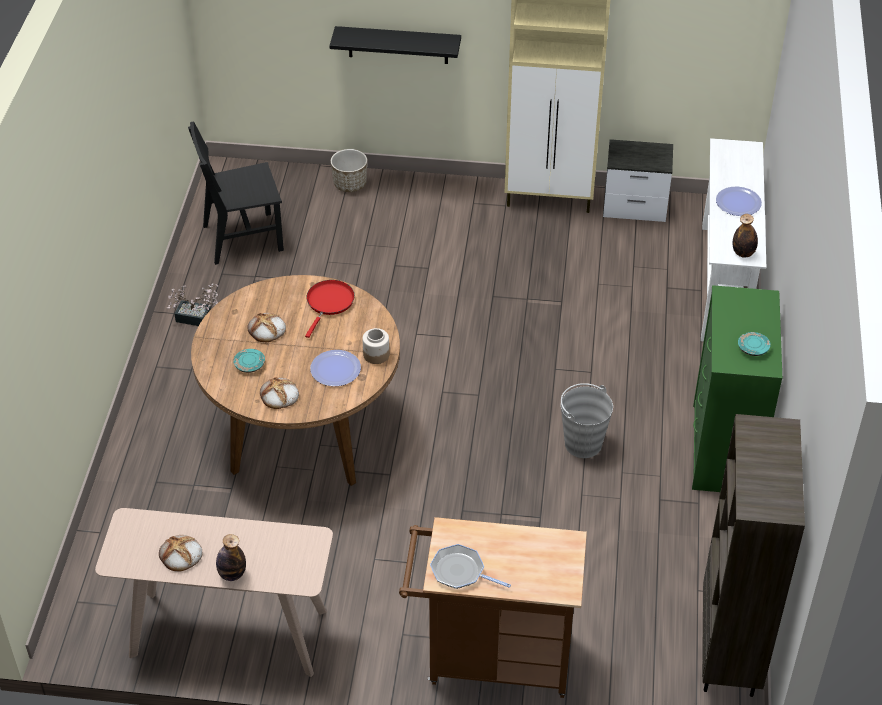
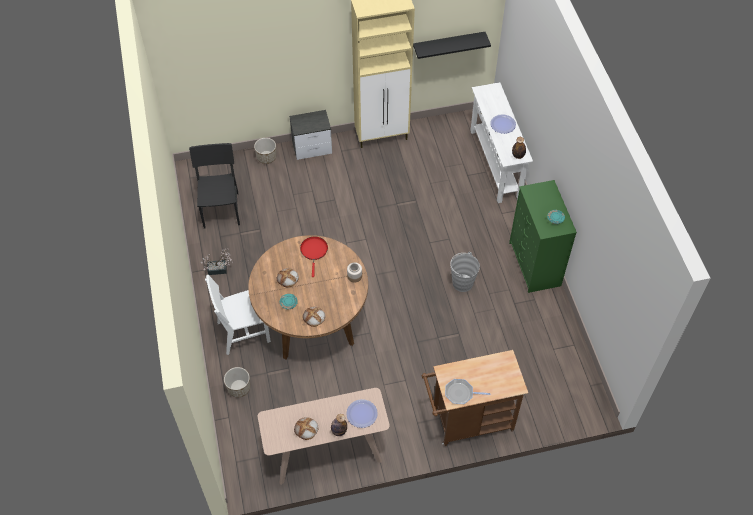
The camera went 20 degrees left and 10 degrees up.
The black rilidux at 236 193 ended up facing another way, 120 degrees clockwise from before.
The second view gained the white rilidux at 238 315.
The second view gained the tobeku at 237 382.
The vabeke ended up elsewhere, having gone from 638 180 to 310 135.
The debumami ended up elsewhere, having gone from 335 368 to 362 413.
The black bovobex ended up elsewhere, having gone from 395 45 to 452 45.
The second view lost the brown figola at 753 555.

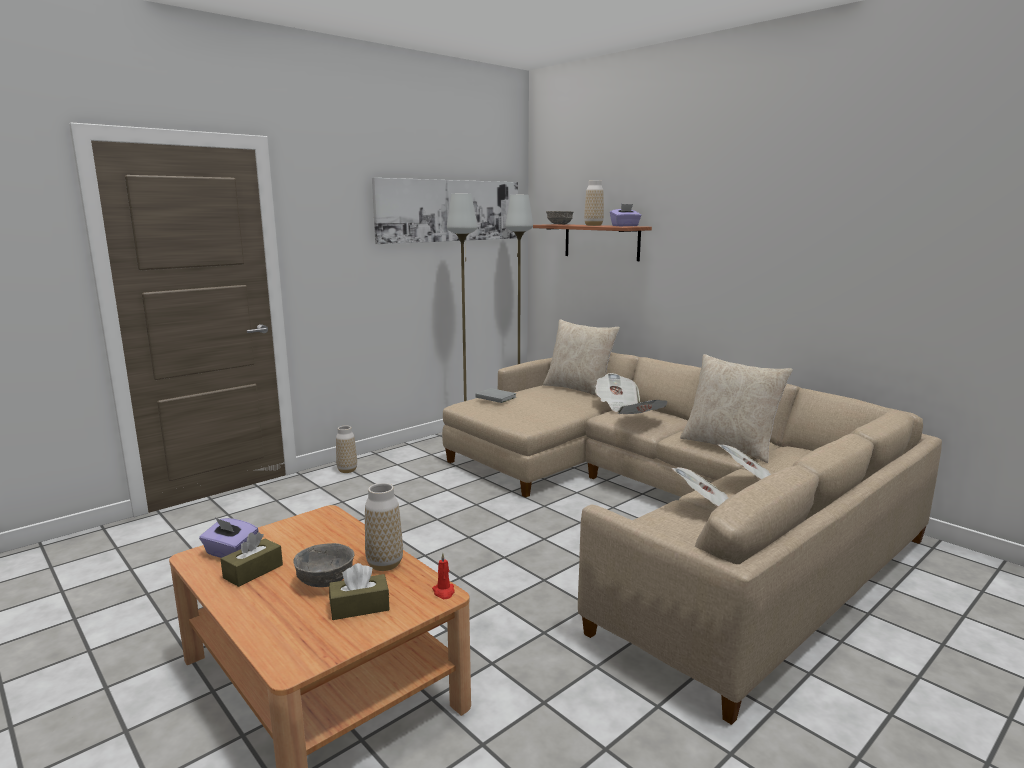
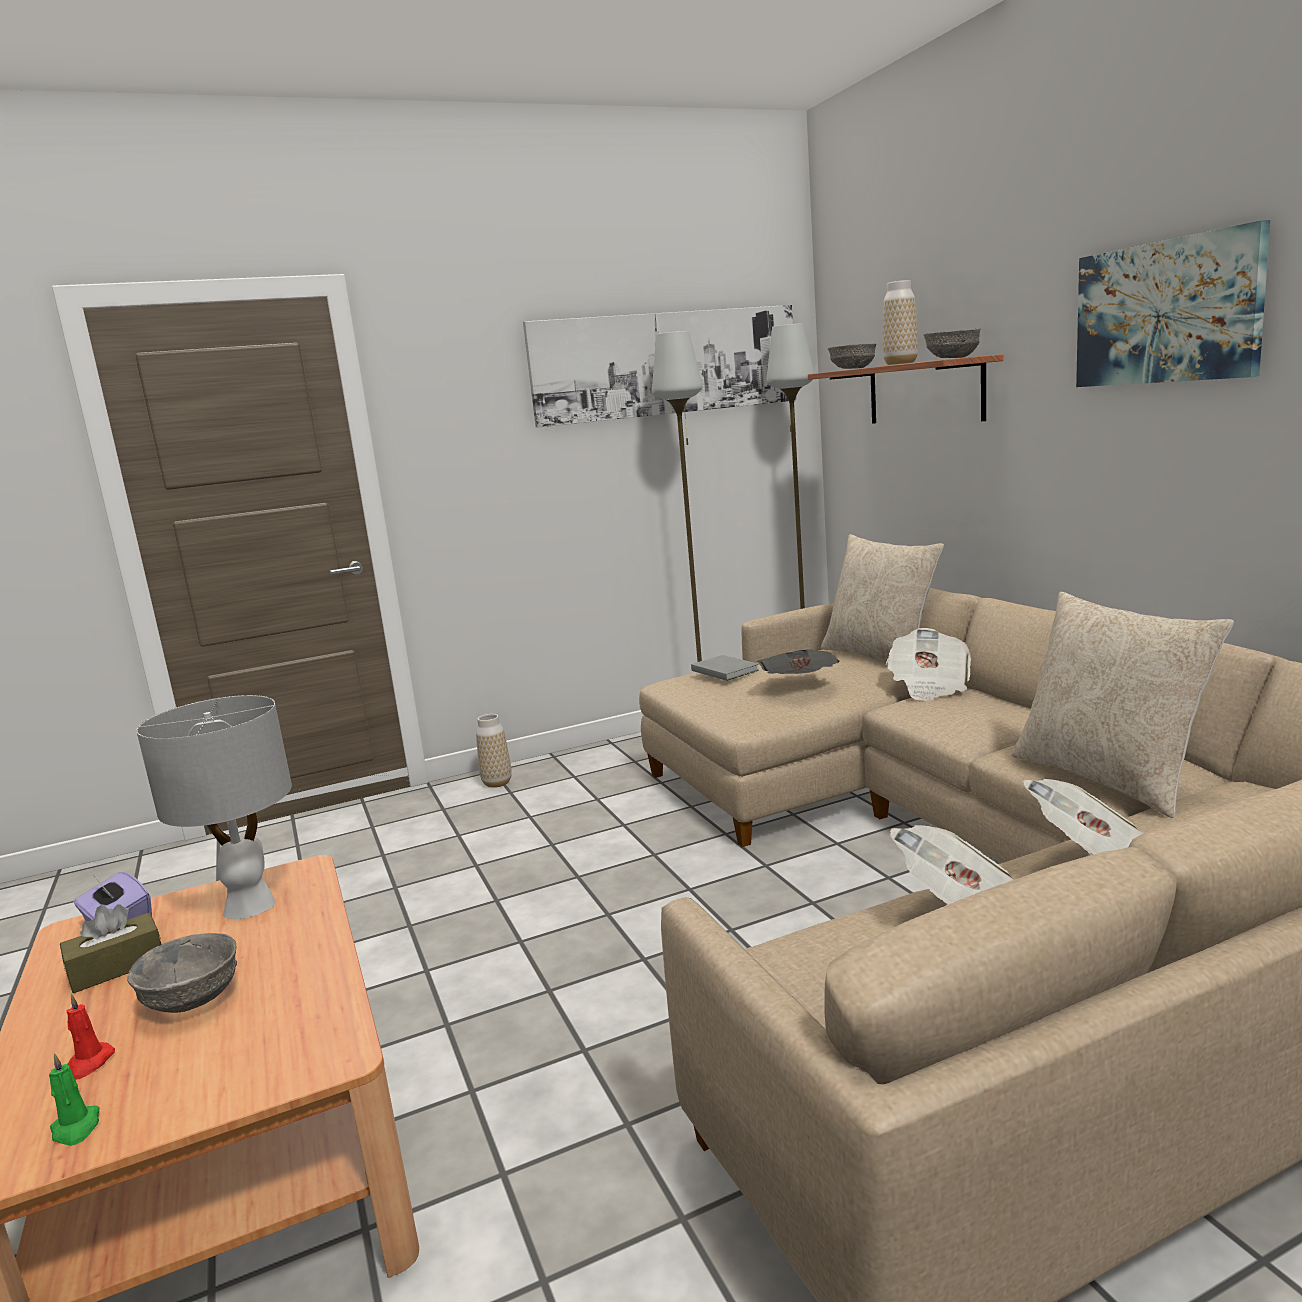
The camera went 20 degrees right and 0 degrees up.
The second view gained the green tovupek at 74 1099.
The red tovupek ended up elsewhere, having gone from 443 576 to 91 1037.
The second view gained the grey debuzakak at 214 807.
The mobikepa ended up elsewhere, having gone from 642 407 to 798 662.
Where the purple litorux stood at 626 215, the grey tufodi came to stand at 952 343.
The second view gained the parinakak at 1173 303.
The second view lost the brown litorux at 359 591.
The second view lost the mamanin at 384 527.

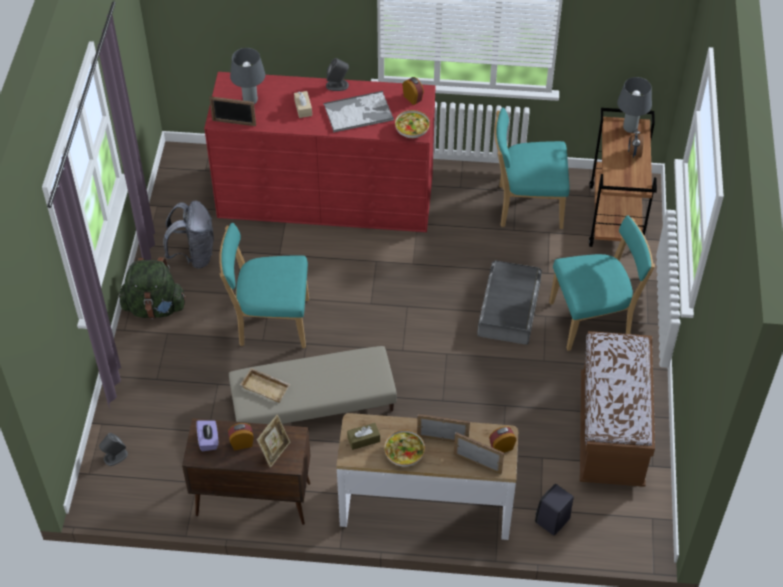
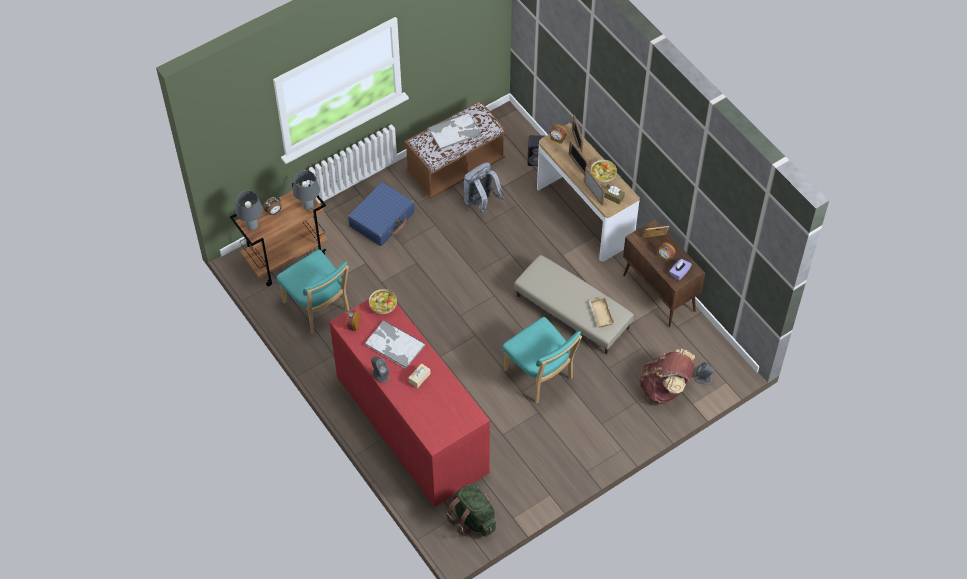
The camera went 130 degrees left and 5 degrees up.
The grey debuzakak ended up elsewhere, having gone from 247 76 to 306 190.
Where the turquoise rilidux stood at 602 283, the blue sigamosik came to stand at 381 214.
The second view gained the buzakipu at 455 131.
The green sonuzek ended up elsewhere, having gone from 152 288 to 471 510.
The grey sonuzek ended up elsewhere, having gone from 188 235 to 484 188.
The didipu ended up elsewhere, having gone from 232 111 to 594 186.
The second view gained the brown sonuzek at 667 376.
The second view lost the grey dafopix at 509 303.

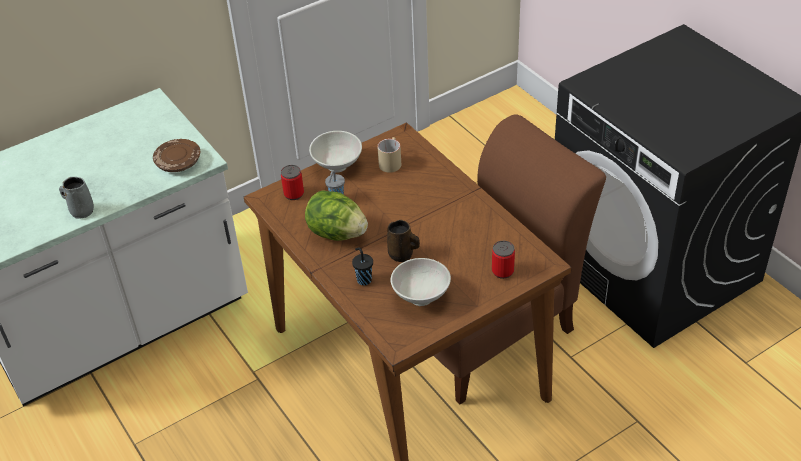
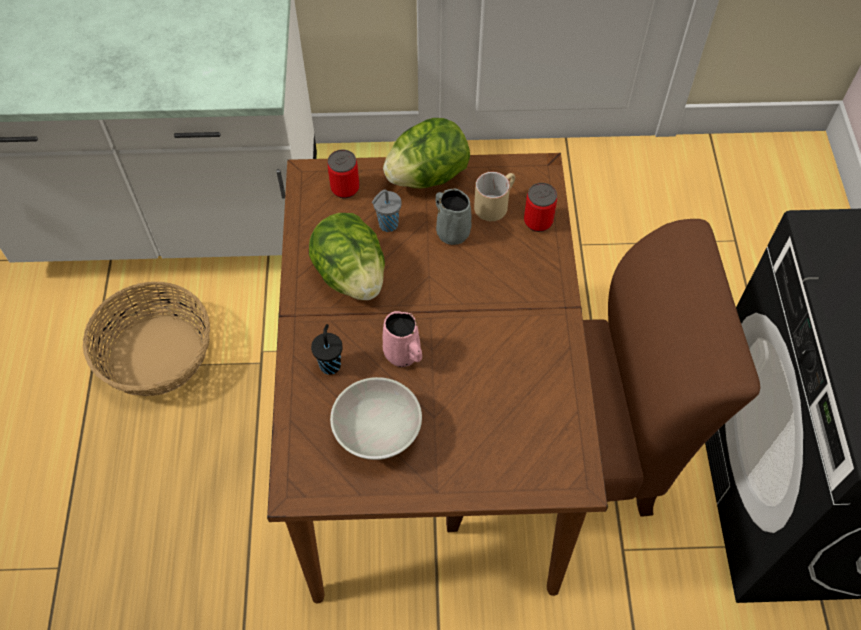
The camera went 30 degrees right and 15 degrees up.
The second view gained the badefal at 146 339.
Where the white tufodi stood at 335 152, the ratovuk came to stand at 426 153.
What was the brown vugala at 403 241 turned into the pink vugala at 402 339.
The grey vugala ended up elsewhere, having gone from 76 198 to 453 216.
The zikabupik ended up elsewhere, having gone from 503 260 to 540 207.
The second view lost the brown debumami at 177 155.

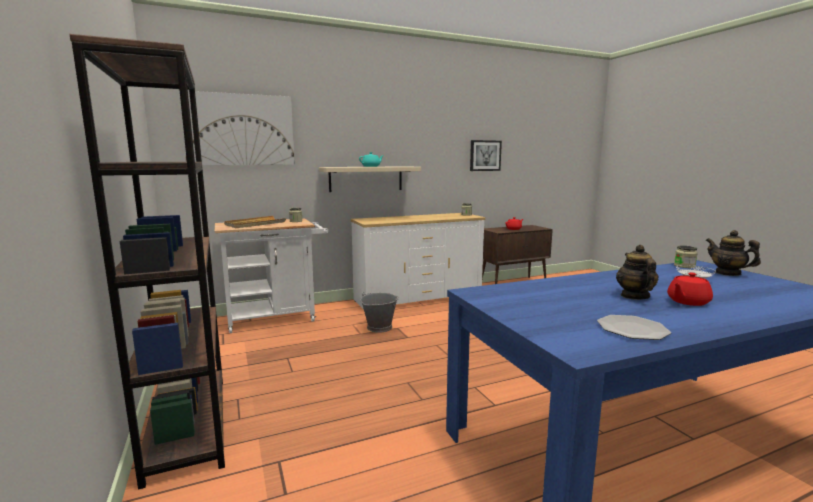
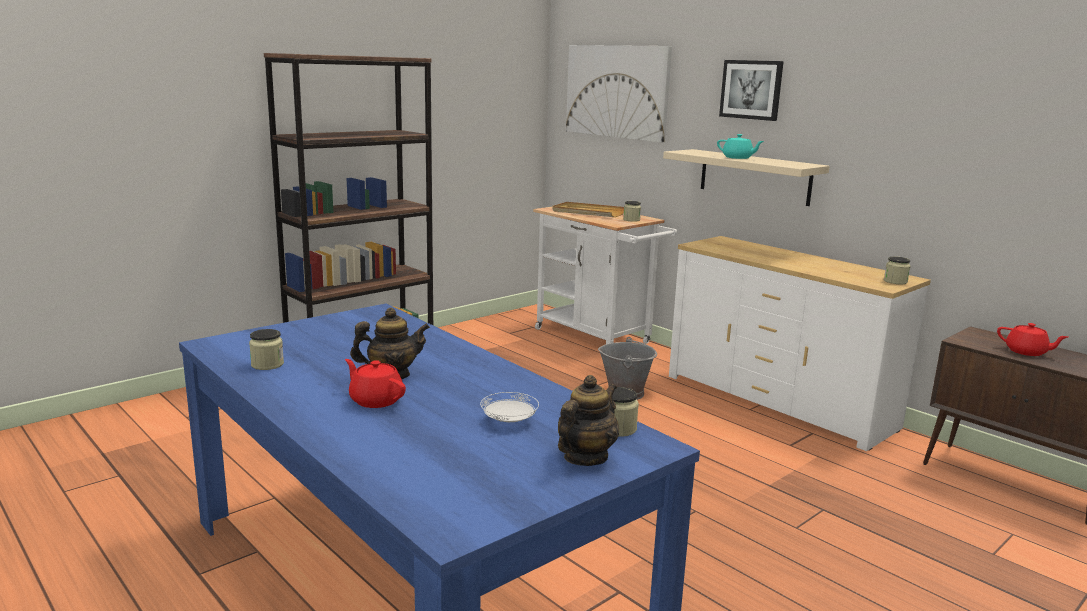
The camera went 70 degrees right and 5 degrees up.
Where the debumami stood at 634 327, the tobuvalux came to stand at 266 349.
The parinakak ended up elsewhere, having gone from 486 155 to 751 90.

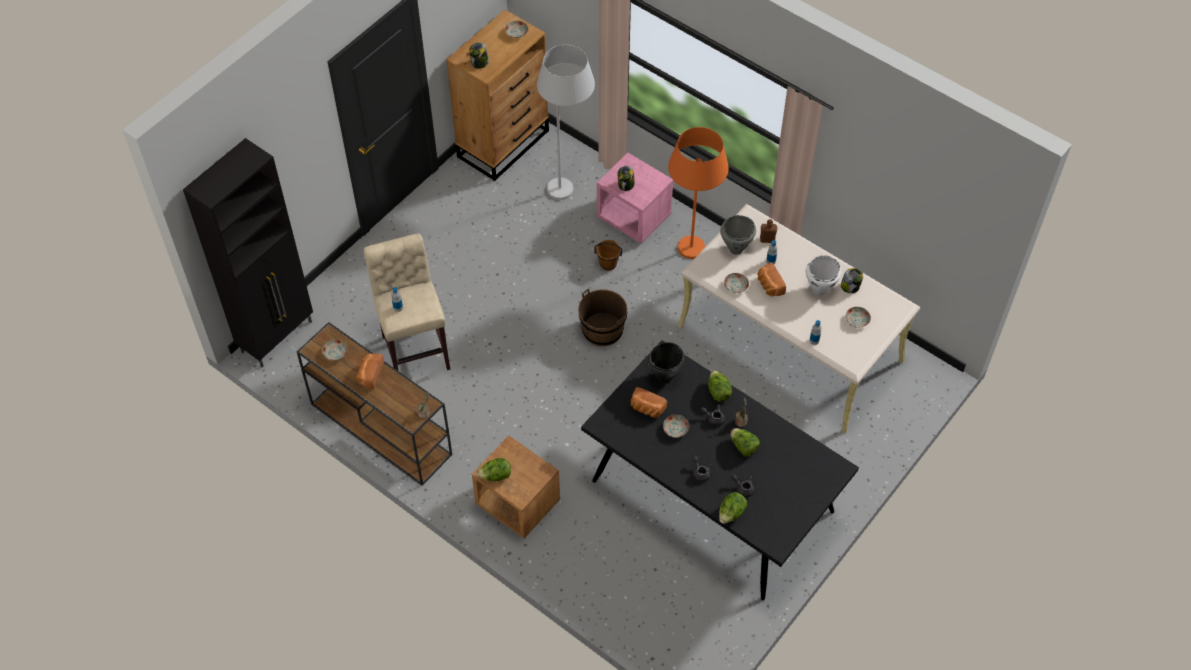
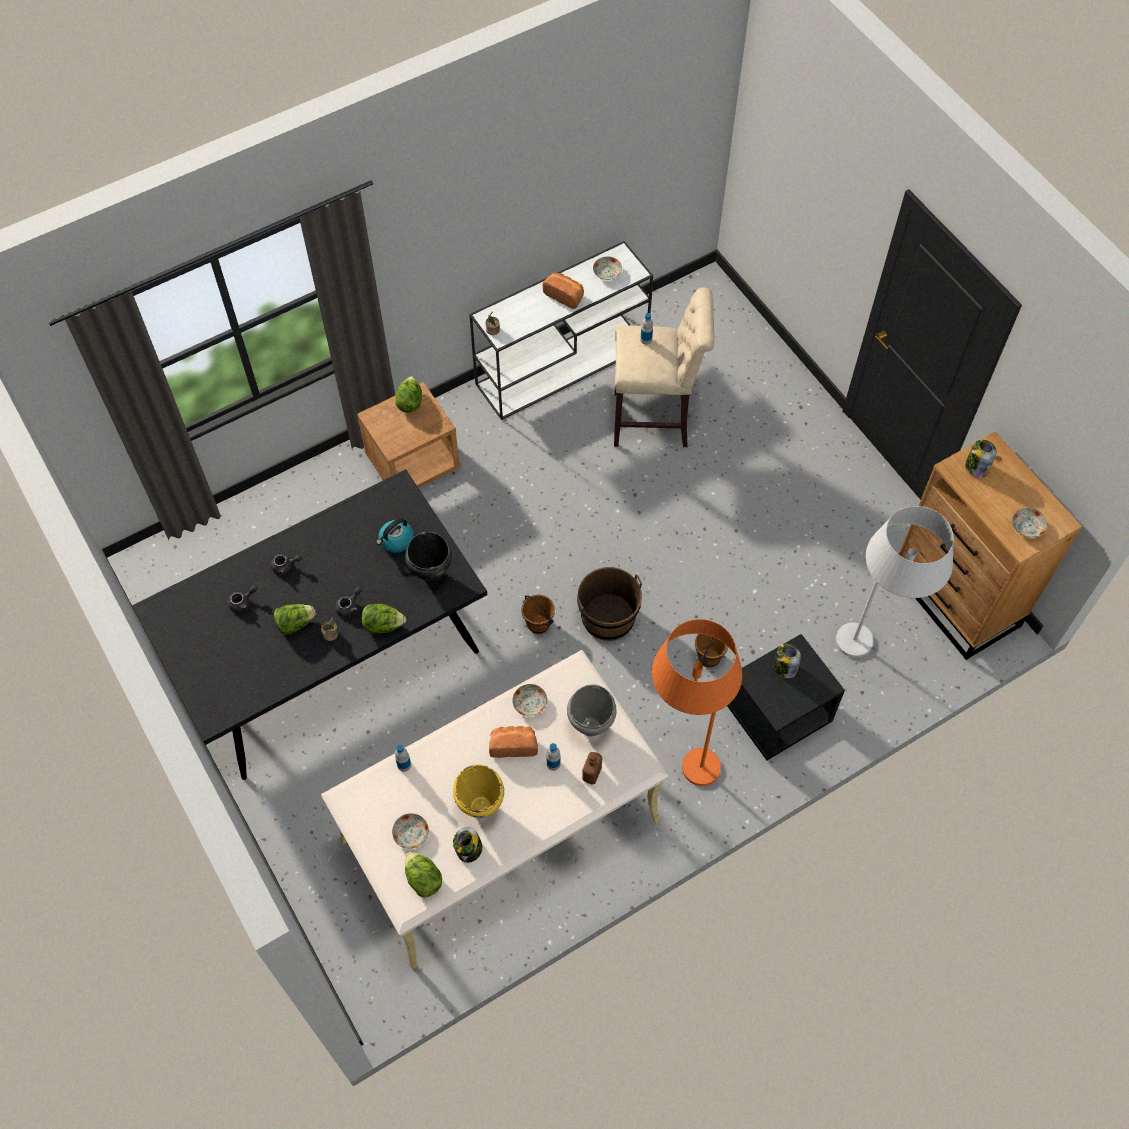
The camera went 110 degrees right and 5 degrees up.
Where the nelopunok stood at 649 402, the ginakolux came to stand at 395 535.
The ratovuk ended up elsewhere, having gone from 733 508 to 423 874.
What was the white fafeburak at 823 276 turned into the yellow fafeburak at 478 791.
What was the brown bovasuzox at 374 404 turned into the white bovasuzox at 561 330.
The second view gained the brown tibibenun at 538 614.
What was the pink vabeke at 634 198 turned into the black vabeke at 786 697.
The second view lost the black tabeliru at 248 252.
The second view lost the debumami at 676 426.

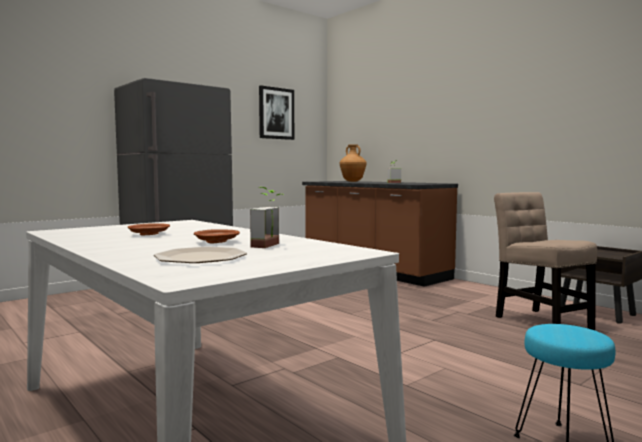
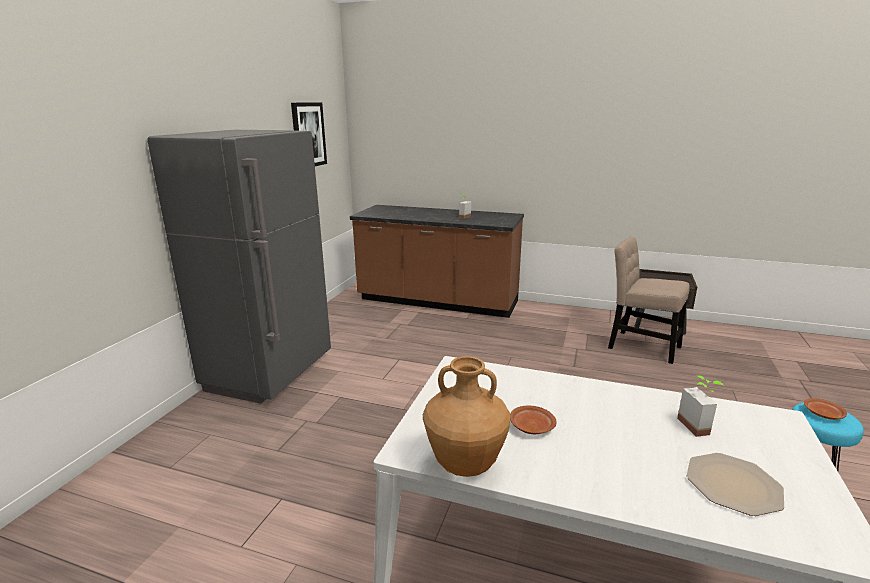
The camera went 30 degrees left and 15 degrees up.
The brown mamanin ended up elsewhere, having gone from 353 163 to 467 416.
The brown debumami ended up elsewhere, having gone from 217 236 to 825 409.

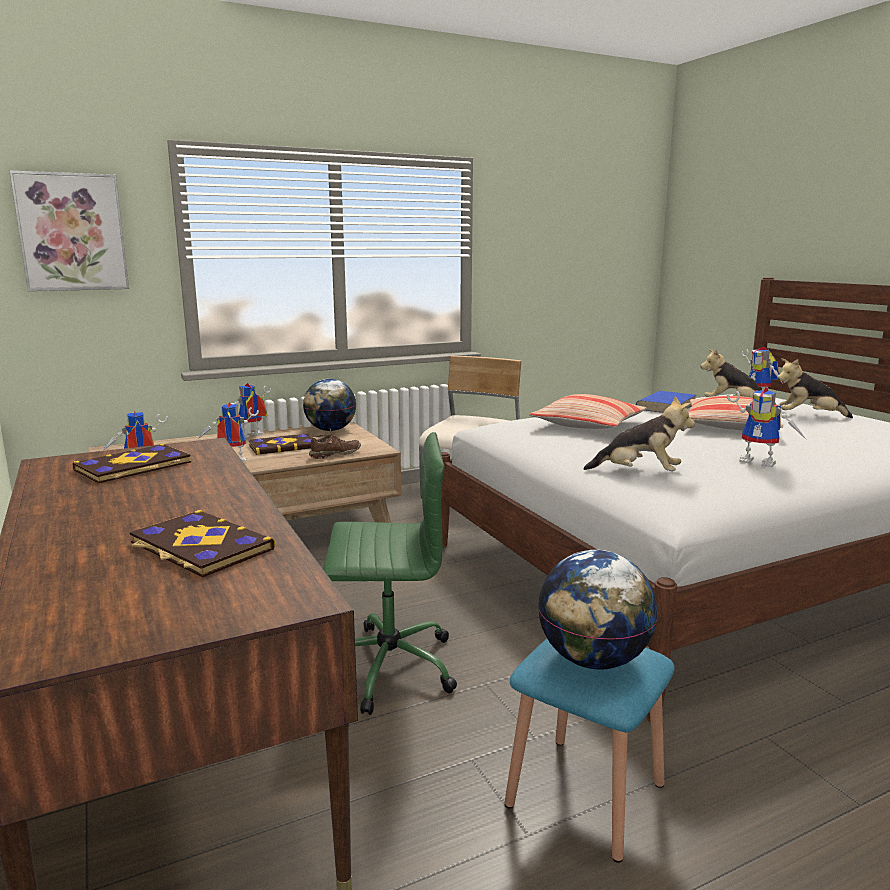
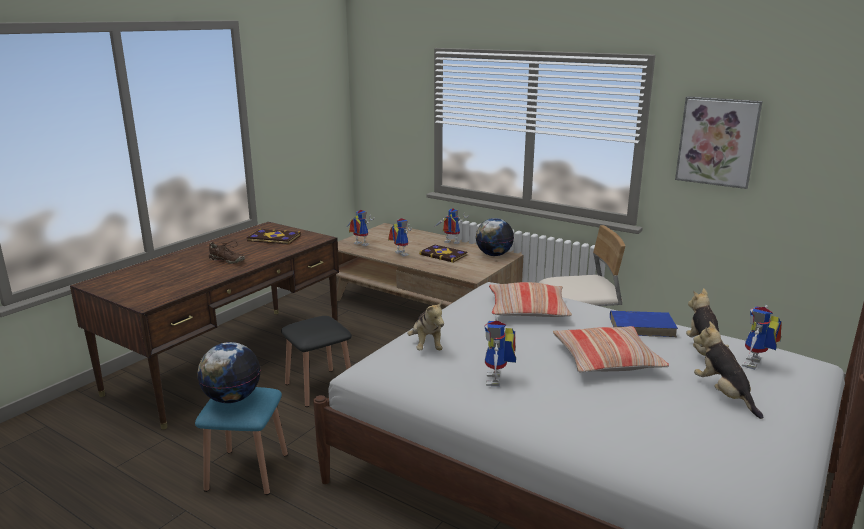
The camera went 60 degrees right and 5 degrees up.
The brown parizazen ended up elsewhere, having gone from 335 444 to 227 252.
Where the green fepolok stood at 390 573, the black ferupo came to stand at 316 361.
The parinakak ended up elsewhere, having gone from 69 230 to 719 142.
The second view lost the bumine at 202 543.

